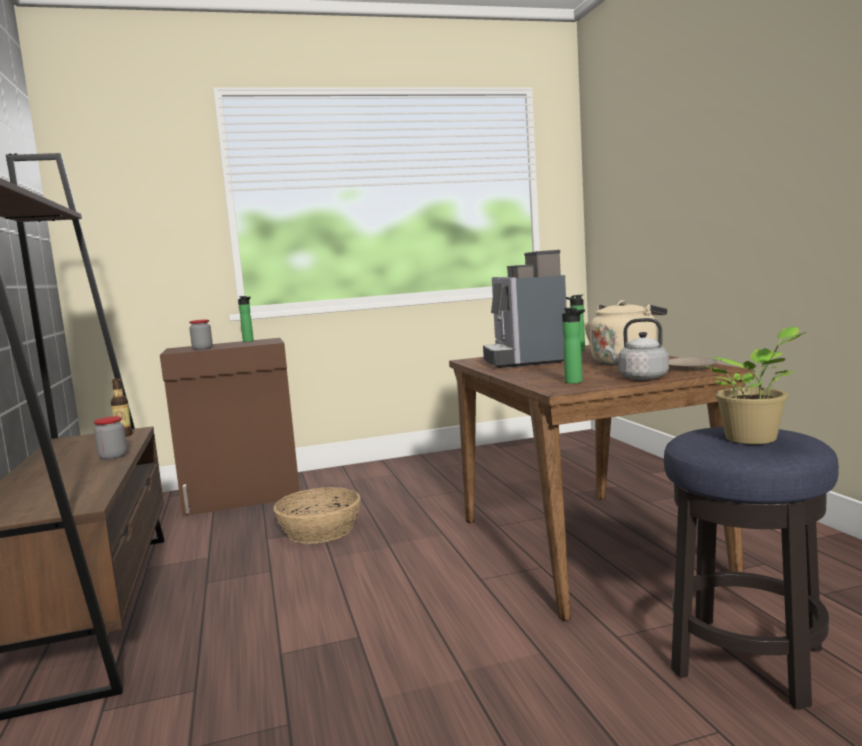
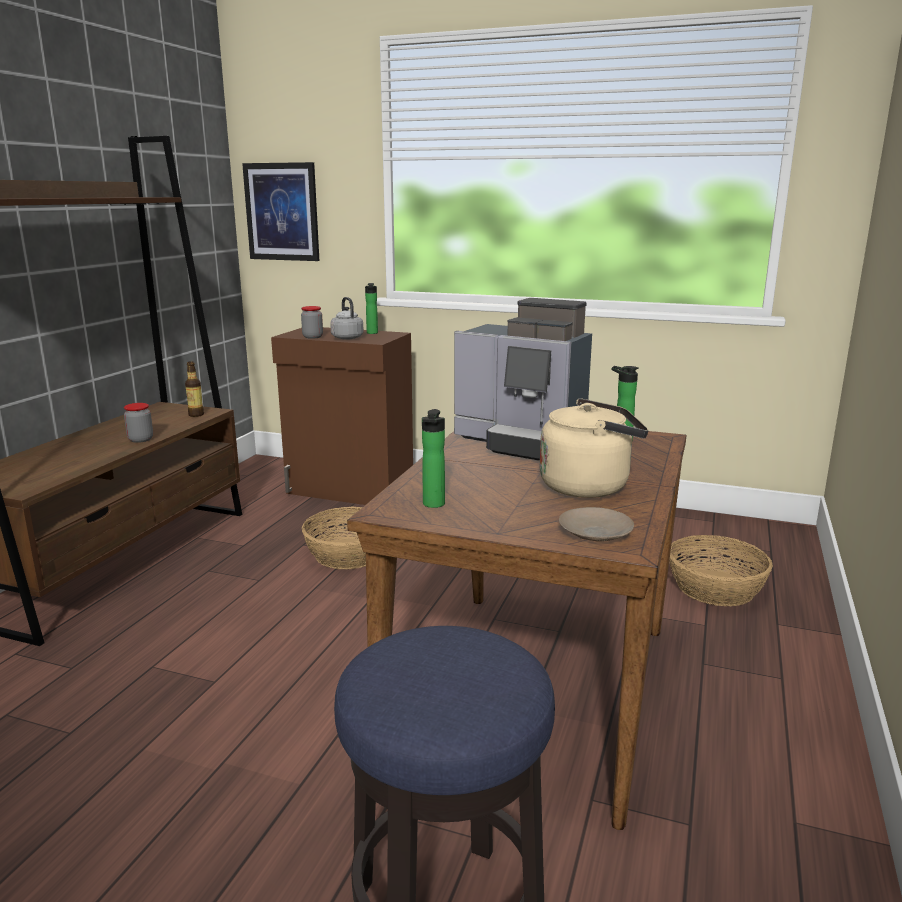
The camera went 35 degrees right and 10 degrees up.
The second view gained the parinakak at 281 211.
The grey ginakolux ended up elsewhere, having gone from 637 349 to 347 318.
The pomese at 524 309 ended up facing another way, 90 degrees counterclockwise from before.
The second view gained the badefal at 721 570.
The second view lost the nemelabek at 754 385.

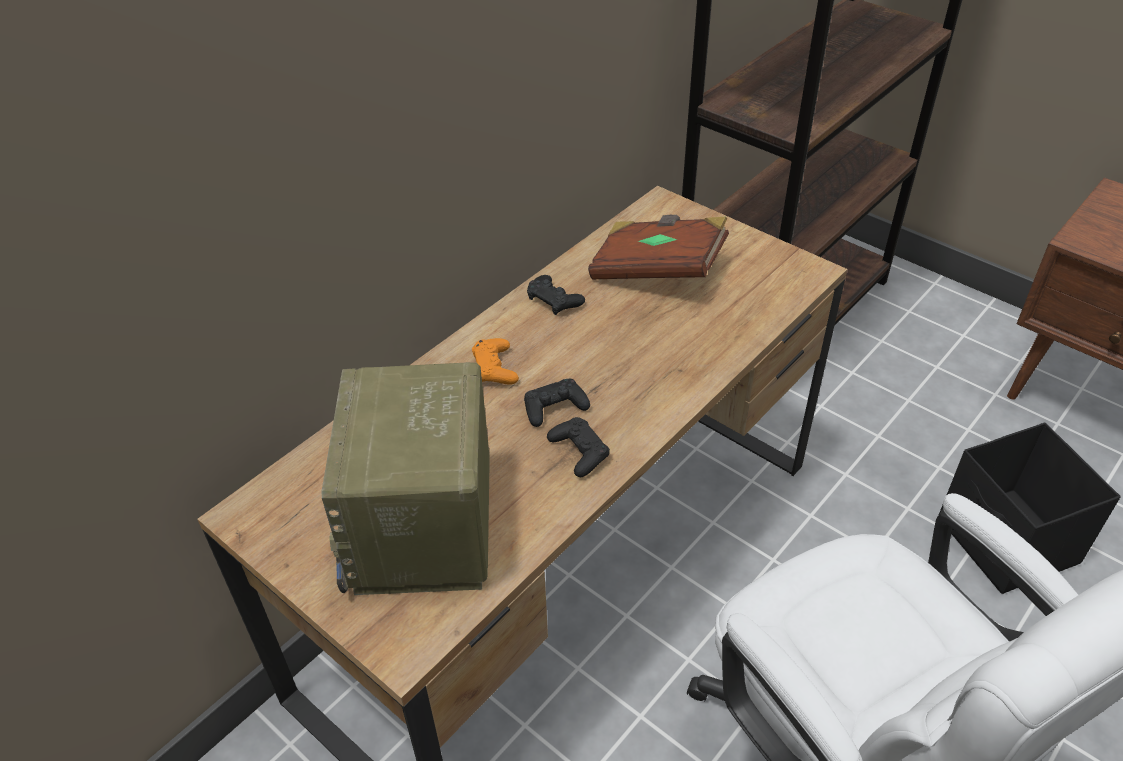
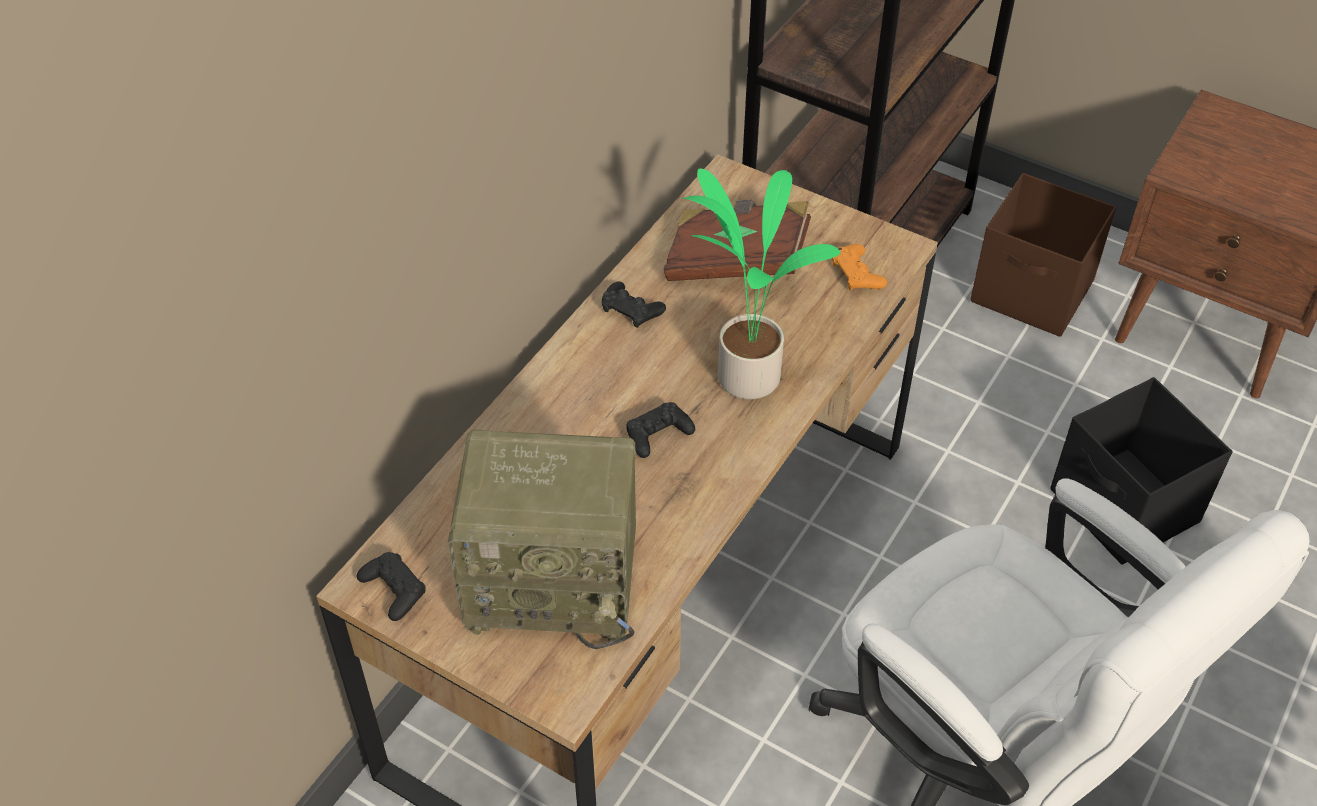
The camera went 10 degrees left and 5 degrees up.
The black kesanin ended up elsewhere, having gone from 578 447 to 391 586.
The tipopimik at 406 478 ended up facing another way, 75 degrees counterclockwise from before.
The second view gained the nemelabek at 762 284.
The orange kesanin ended up elsewhere, having gone from 495 361 to 859 267.
The second view gained the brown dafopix at 1043 255.

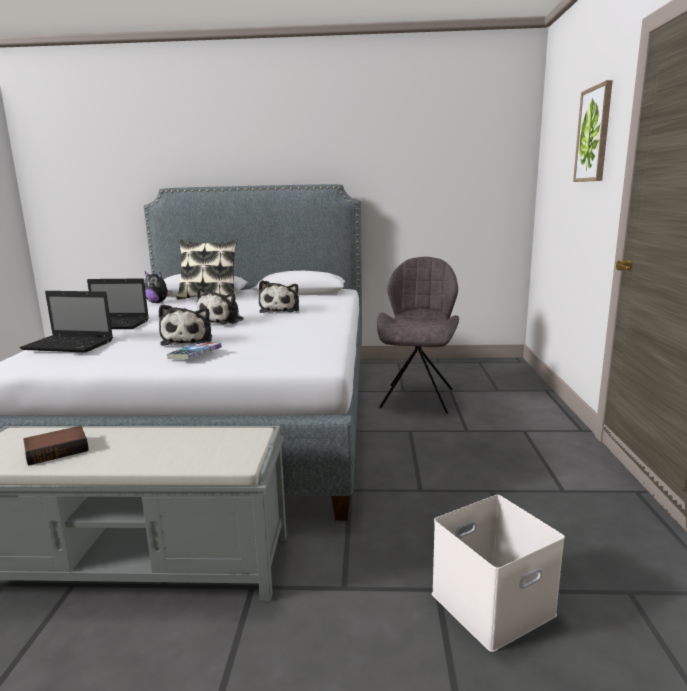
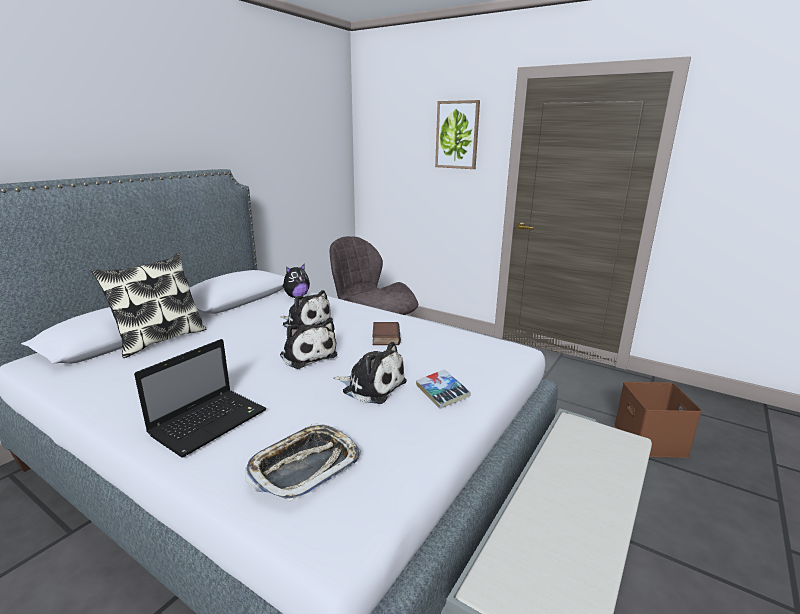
The camera went 60 degrees left and 5 degrees up.
Where the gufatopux stood at 66 322, the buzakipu came to stand at 303 462.
The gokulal ended up elsewhere, having gone from 158 287 to 296 280.
The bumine ended up elsewhere, having gone from 56 445 to 387 333.
What was the white dafopix at 498 573 turned into the brown dafopix at 658 420.

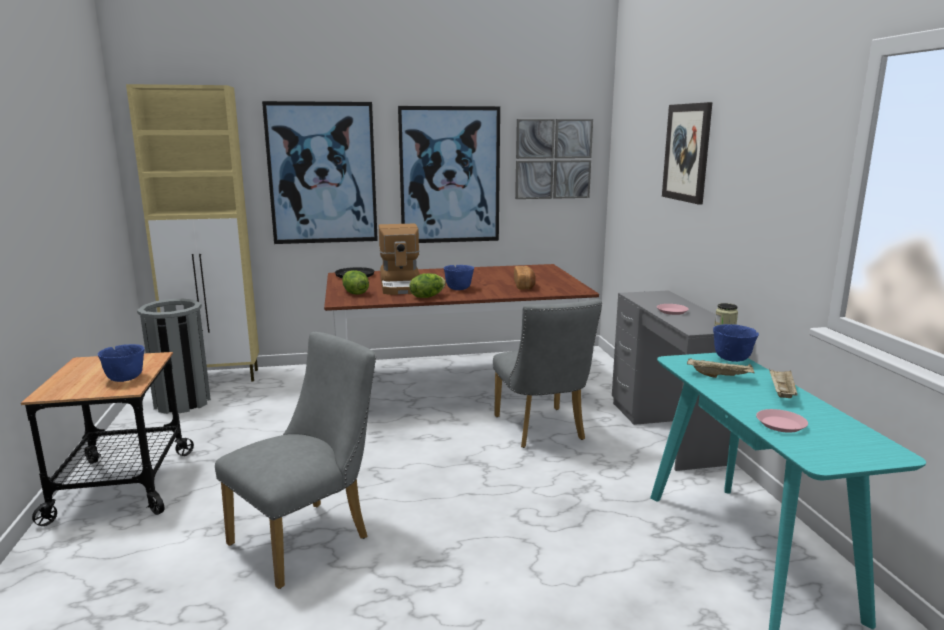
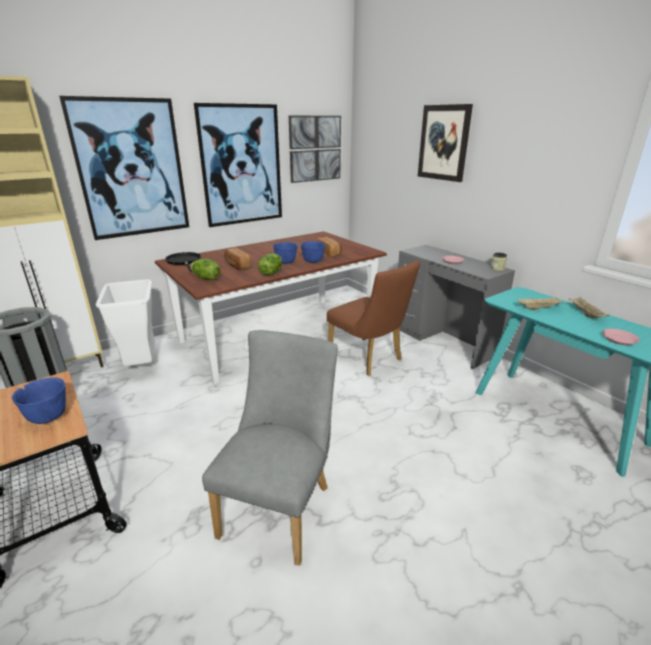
The camera went 25 degrees left and 10 degrees up.
The second view gained the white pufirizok at 125 322.
Where the pomese stood at 399 259, the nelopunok came to stand at 237 259.
The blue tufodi ended up elsewhere, having gone from 736 343 to 313 252.
What was the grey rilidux at 547 373 turned into the brown rilidux at 373 318.

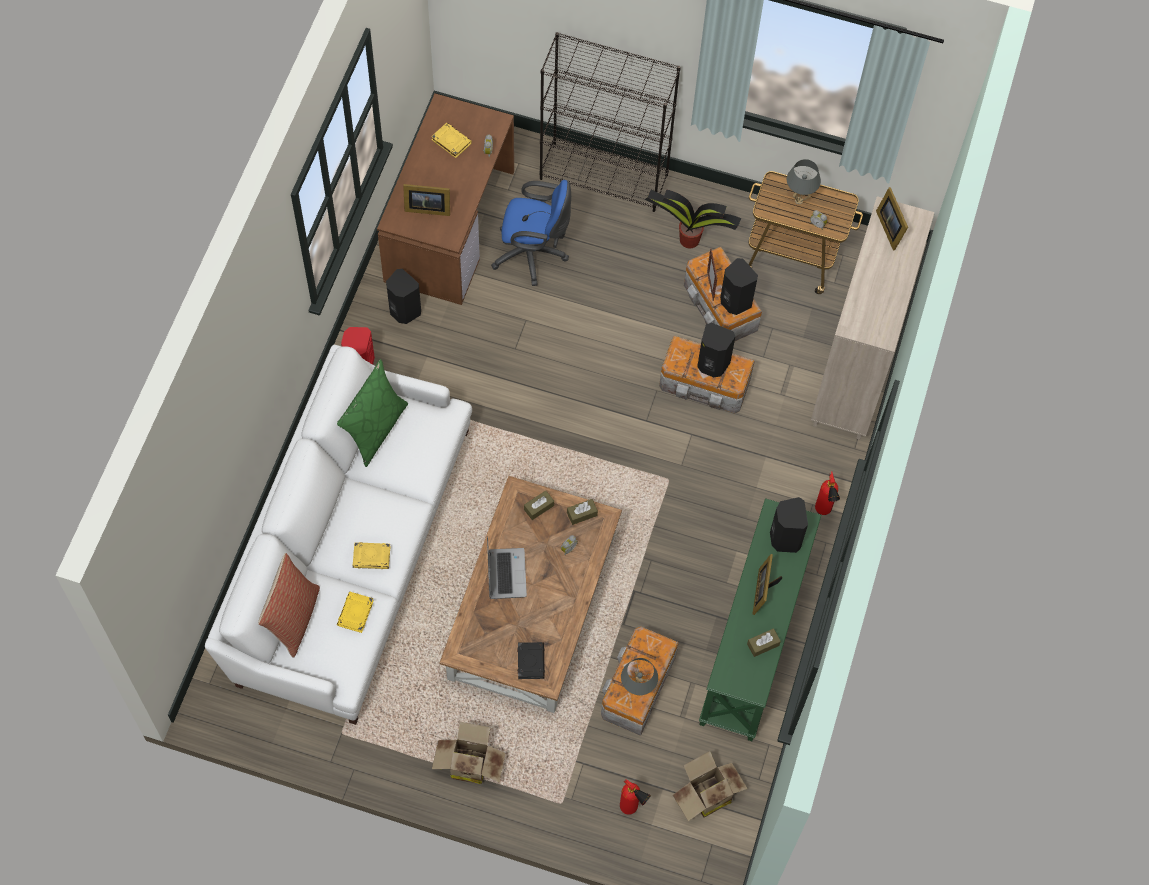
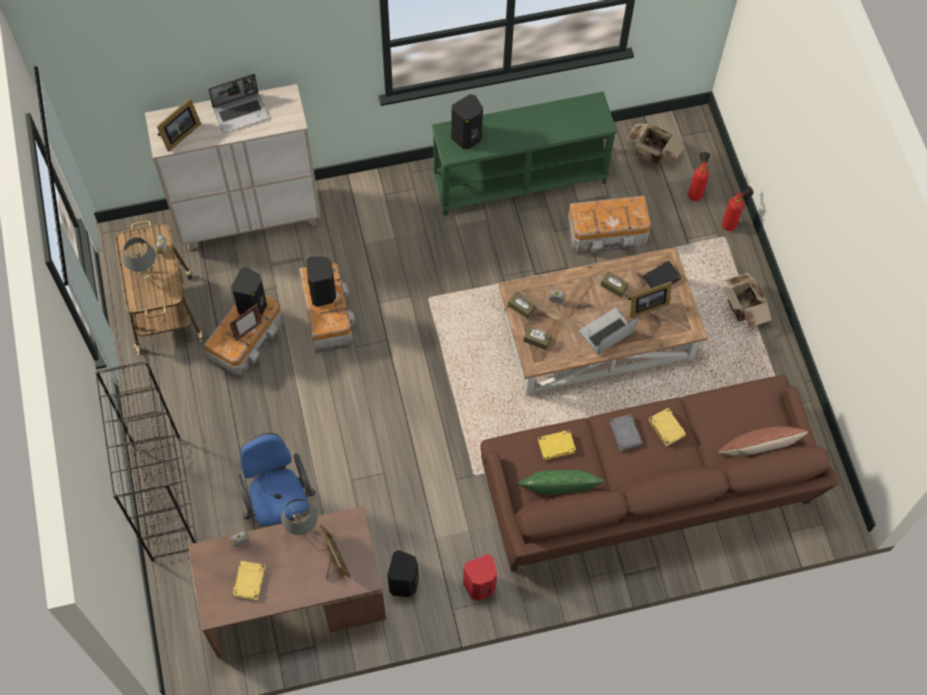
The camera went 120 degrees left and 0 degrees up.
The second view gained the gufatopux at 238 103.
The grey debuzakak ended up elsewhere, having gone from 639 677 to 299 517.
What was the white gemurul at 338 535 turned into the brown gemurul at 660 473.
The yellow bumine ended up elsewhere, having gone from 355 612 to 557 445.
The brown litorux ended up elsewhere, having gone from 764 642 to 615 284.
The second view gained the grey bumine at 626 432.
The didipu ended up elsewhere, having gone from 767 584 to 650 300.
The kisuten ended up elsewhere, having gone from 827 493 to 738 208.
The second view lost the nemelabek at 693 219.

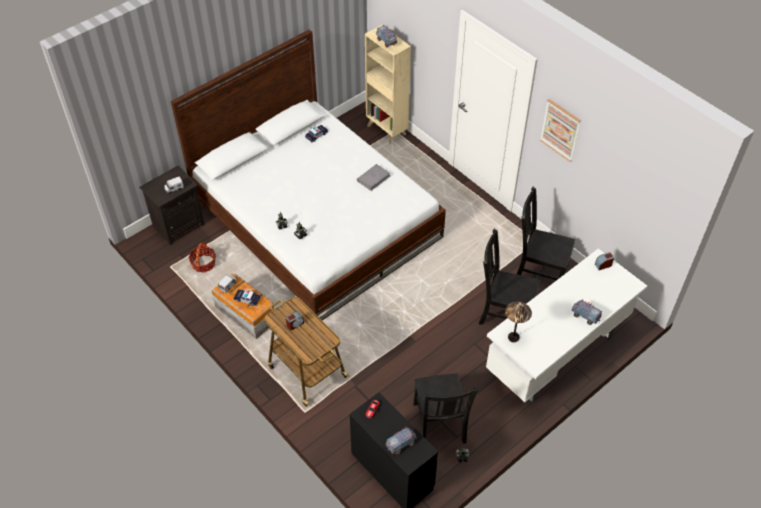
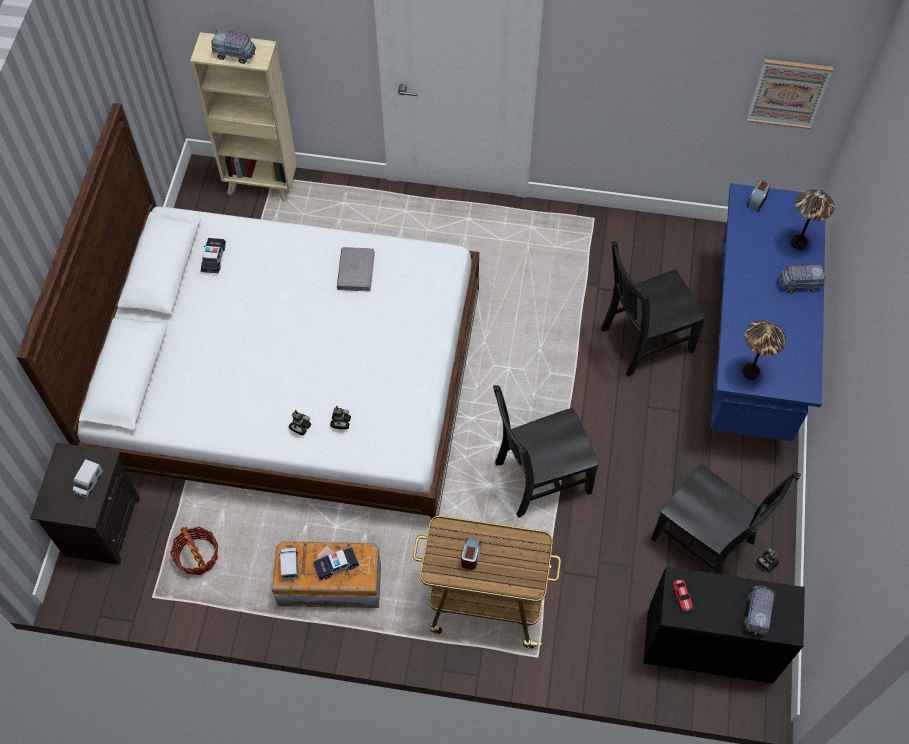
The camera went 40 degrees left and 10 degrees up.
The black rilidux ended up elsewhere, having gone from 545 233 to 546 451.
What was the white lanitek at 566 326 turned into the blue lanitek at 767 312.
The parinakak ended up elsewhere, having gone from 560 130 to 790 94.
The second view gained the debuzakak at 812 219.

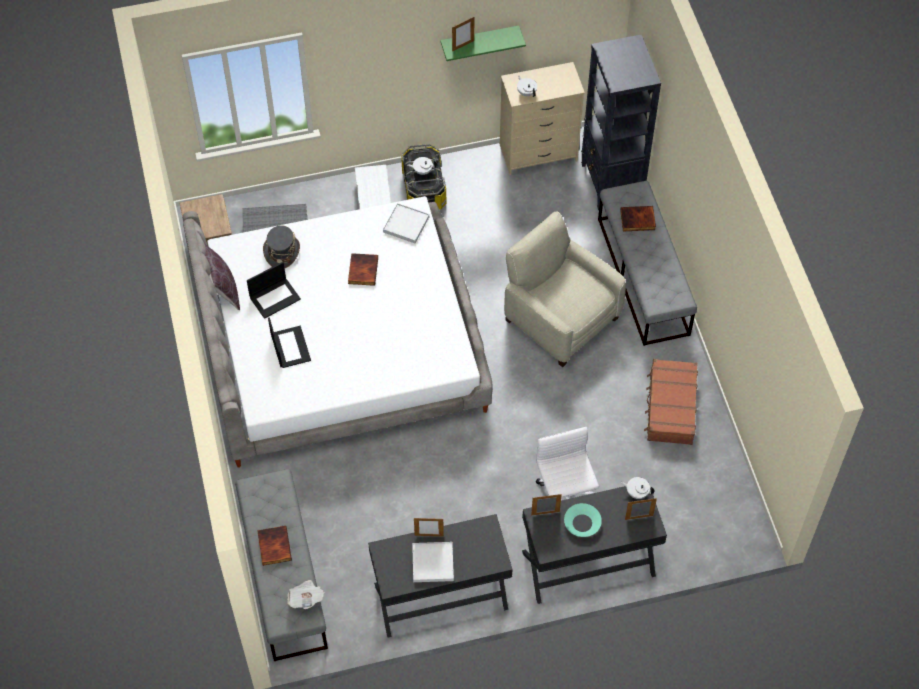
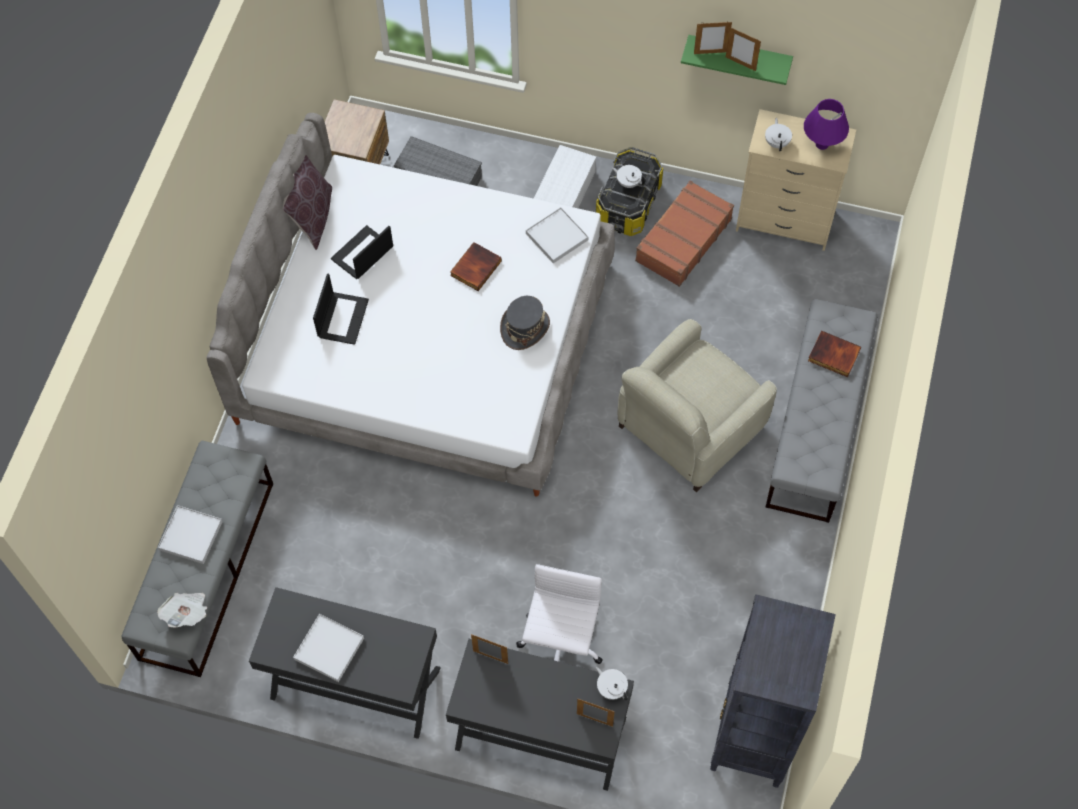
The camera went 30 degrees right and 5 degrees up.
Where the bumine stood at 274 546, the white buzakipu came to stand at 190 534.
The gufatopux at 274 290 ended up facing another way, 135 degrees clockwise from before.
The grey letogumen ended up elsewhere, having gone from 281 246 to 525 323.
The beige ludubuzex at 565 289 ended up facing another way, 120 degrees counterclockwise from before.
The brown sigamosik ended up elsewhere, having gone from 671 402 to 684 234.
The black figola ended up elsewhere, having gone from 621 122 to 773 691.
The didipu ended up elsewhere, having gone from 429 527 to 743 49.
The second view gained the purple debuzakak at 826 124.
The second view lost the turquoise tufodi at 583 520.

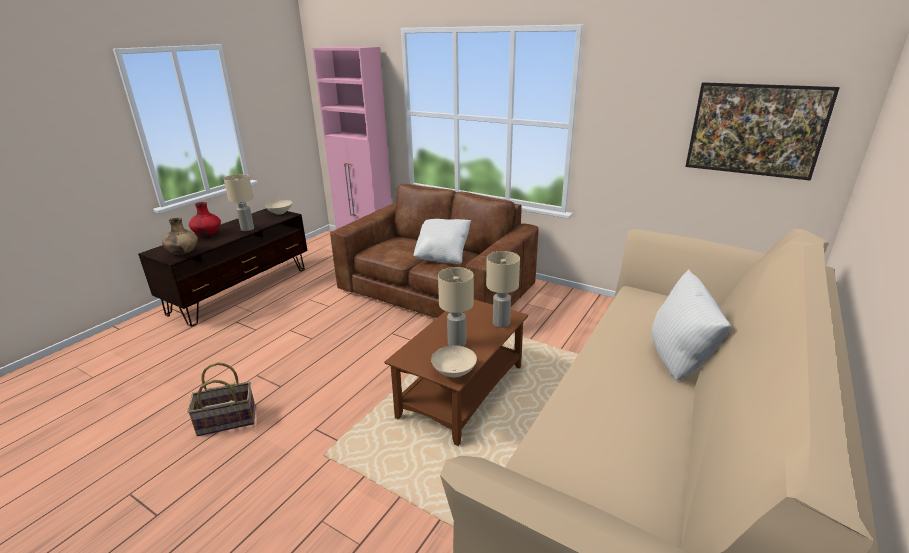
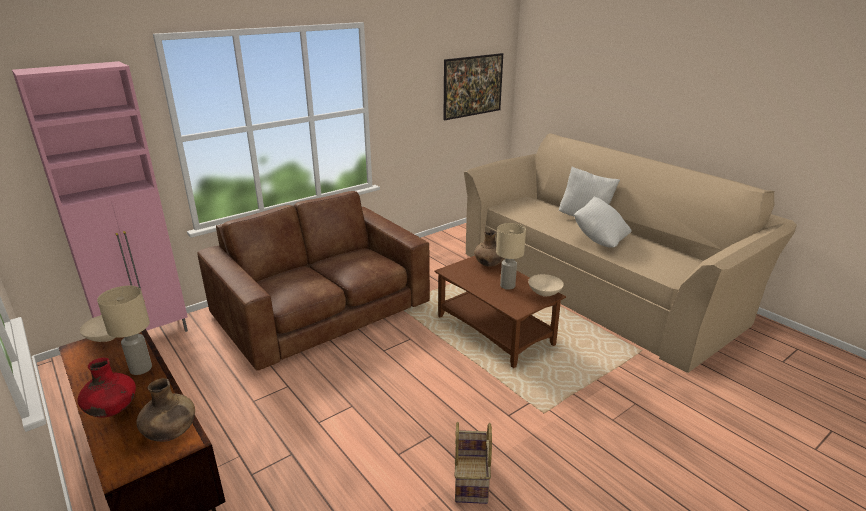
The camera went 70 degrees left and 0 degrees up.
Where the beige debuzakak stood at 503 289, the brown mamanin came to stand at 489 248.
The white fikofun ended up elsewhere, having gone from 442 241 to 602 222.

